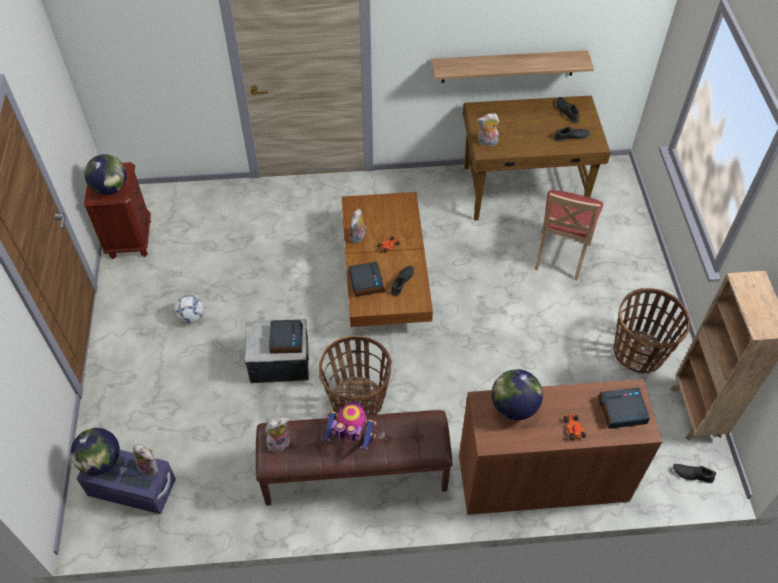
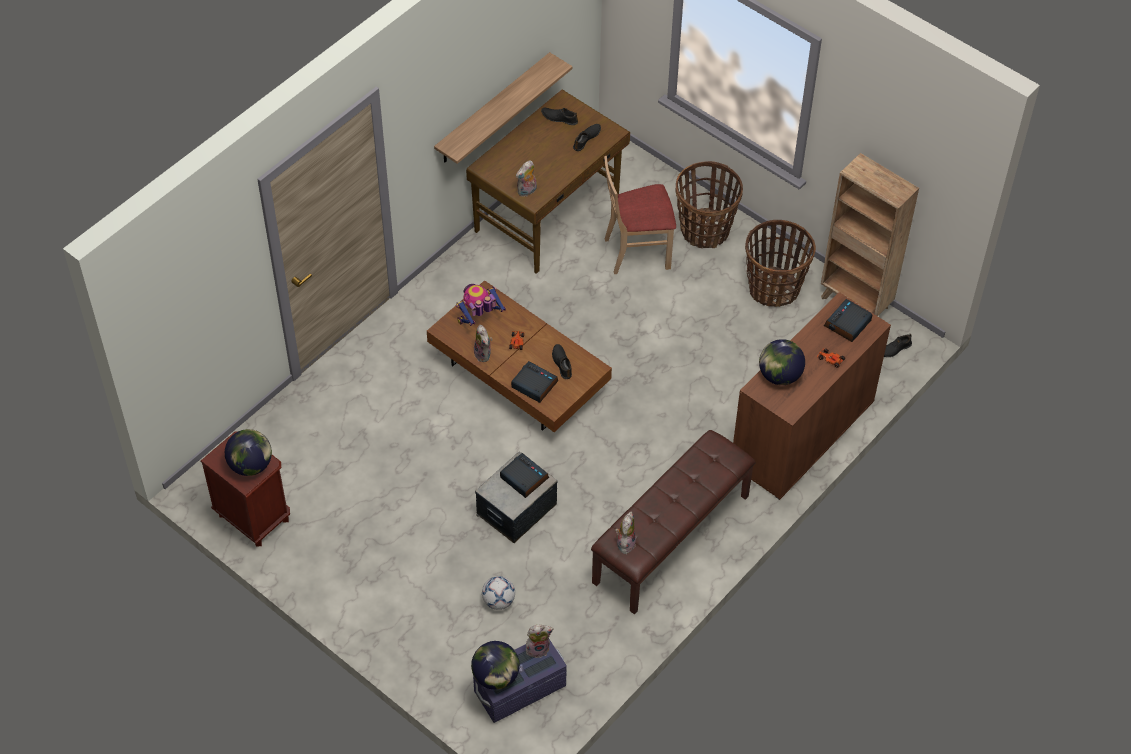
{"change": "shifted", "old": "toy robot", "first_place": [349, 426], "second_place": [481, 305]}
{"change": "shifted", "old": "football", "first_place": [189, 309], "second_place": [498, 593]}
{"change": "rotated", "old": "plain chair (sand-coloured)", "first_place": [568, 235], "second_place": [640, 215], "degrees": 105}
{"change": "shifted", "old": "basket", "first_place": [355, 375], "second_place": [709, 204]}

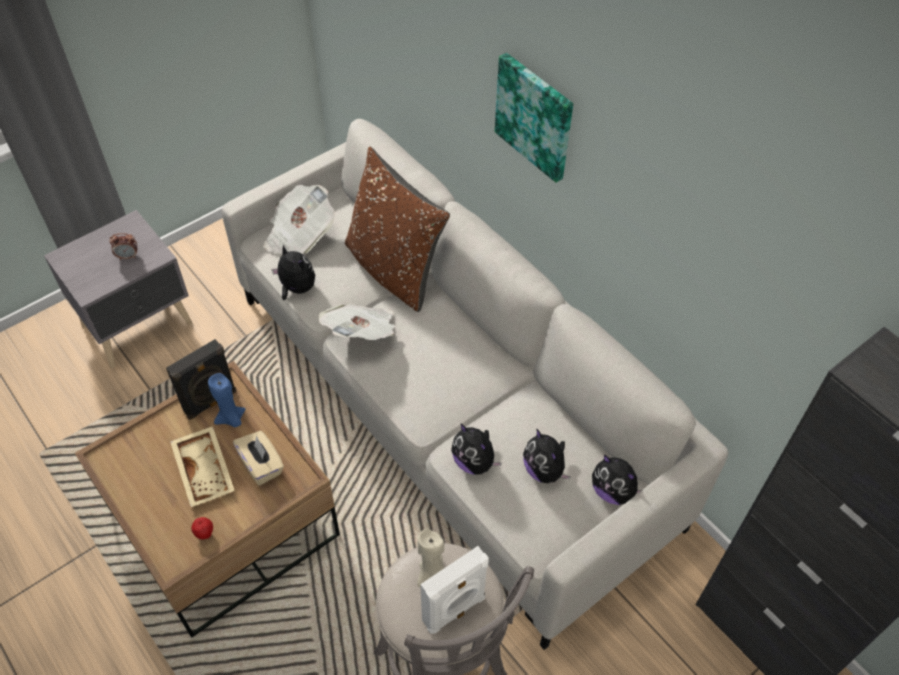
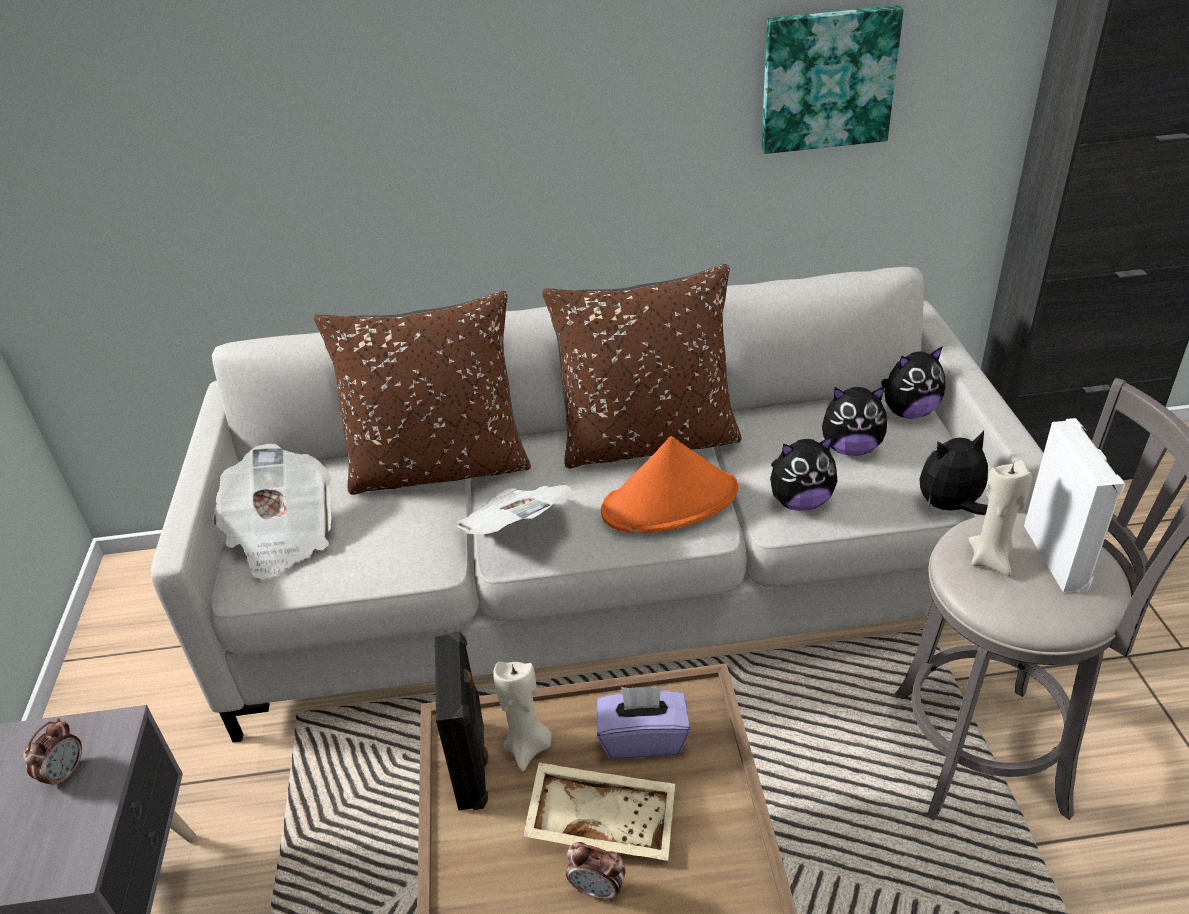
{"change": "repainted", "old": "candle (blue)", "new": "candle (sand-coloured)", "first_place": [227, 400], "second_place": [522, 717]}
{"change": "new", "new": "throw pillow (brown)", "second_place": [641, 366]}
{"change": "new", "new": "table clock", "second_place": [596, 872]}
{"change": "repainted", "old": "box of tissues (sand-coloured)", "new": "box of tissues (purple)", "first_place": [258, 458], "second_place": [643, 722]}
{"change": "new", "new": "wearable hat (orange-coloured)", "second_place": [669, 484]}
{"change": "shifted", "old": "wall picture", "first_place": [534, 118], "second_place": [832, 79]}
{"change": "shifted", "old": "plush toy", "first_place": [293, 272], "second_place": [953, 473]}
{"change": "gone", "old": "apple", "first_place": [202, 528]}

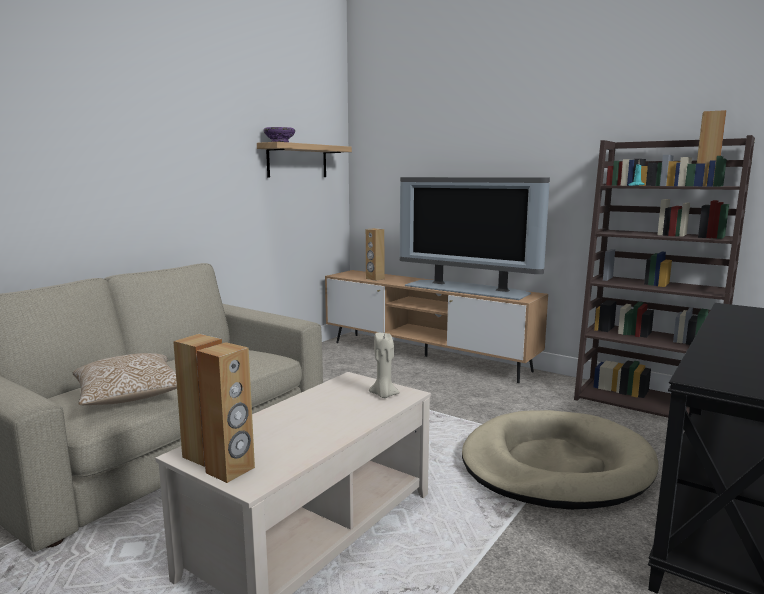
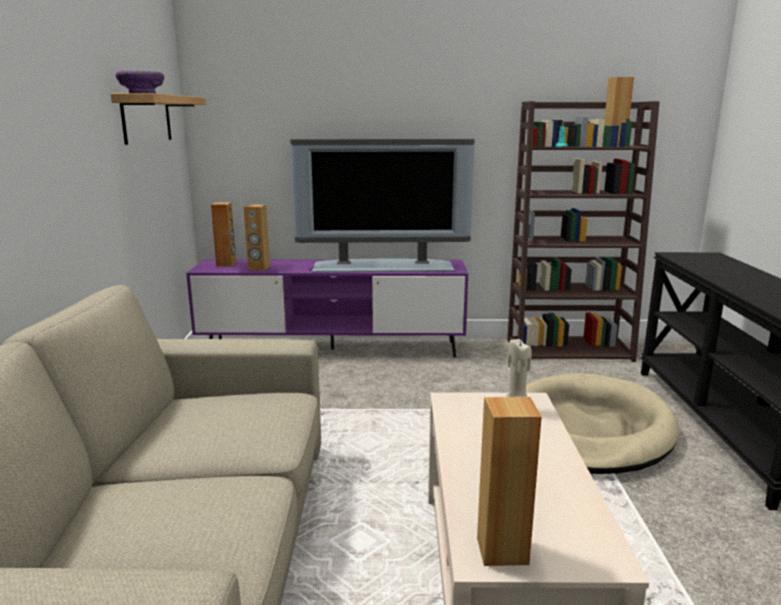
{"change": "repainted", "old": "tv stand (brown)", "new": "tv stand (purple)", "first_place": [436, 326], "second_place": [327, 308]}
{"change": "shifted", "old": "audio speaker (brown)", "first_place": [226, 412], "second_place": [223, 234]}
{"change": "gone", "old": "throw pillow", "first_place": [125, 379]}

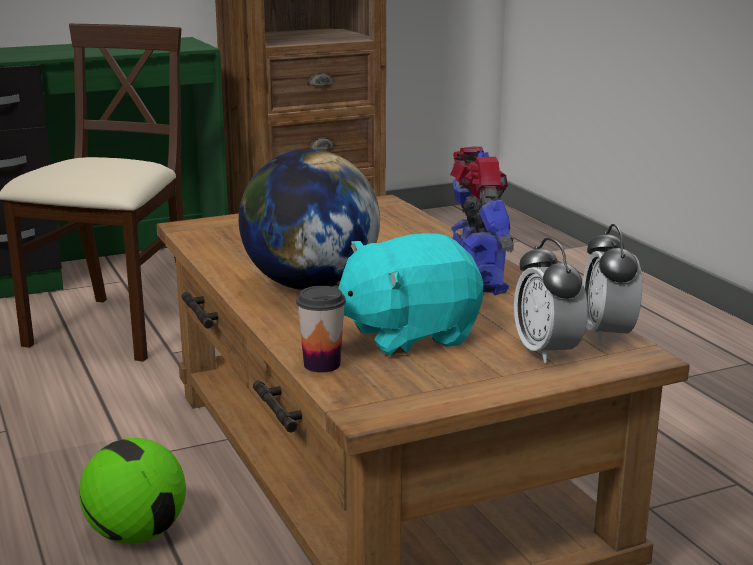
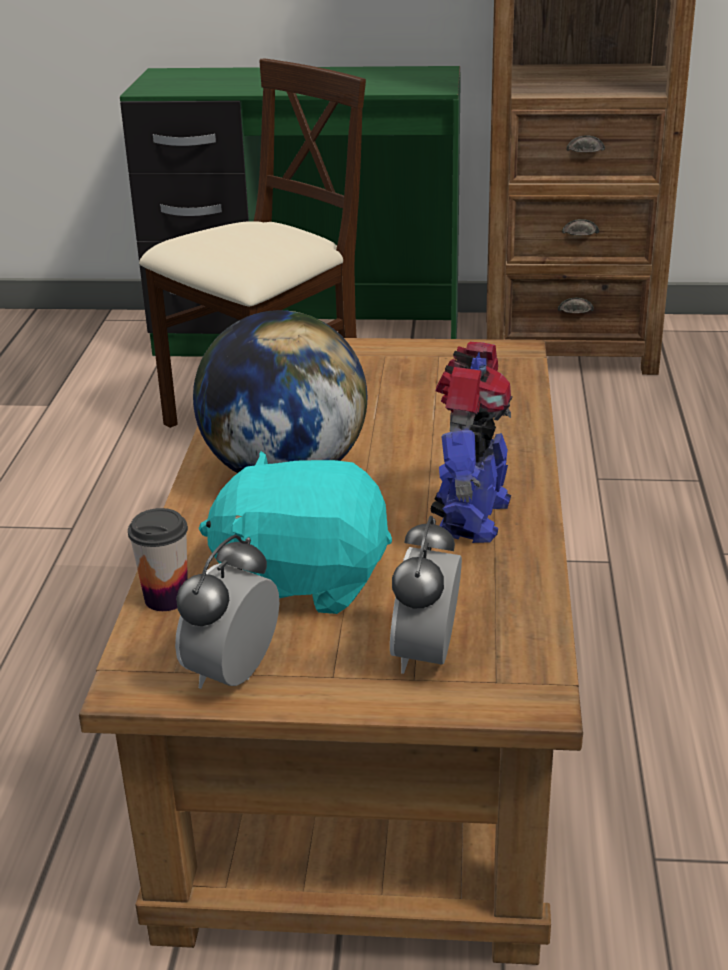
{"change": "shifted", "old": "table clock", "first_place": [612, 284], "second_place": [227, 612]}
{"change": "gone", "old": "football", "first_place": [132, 491]}

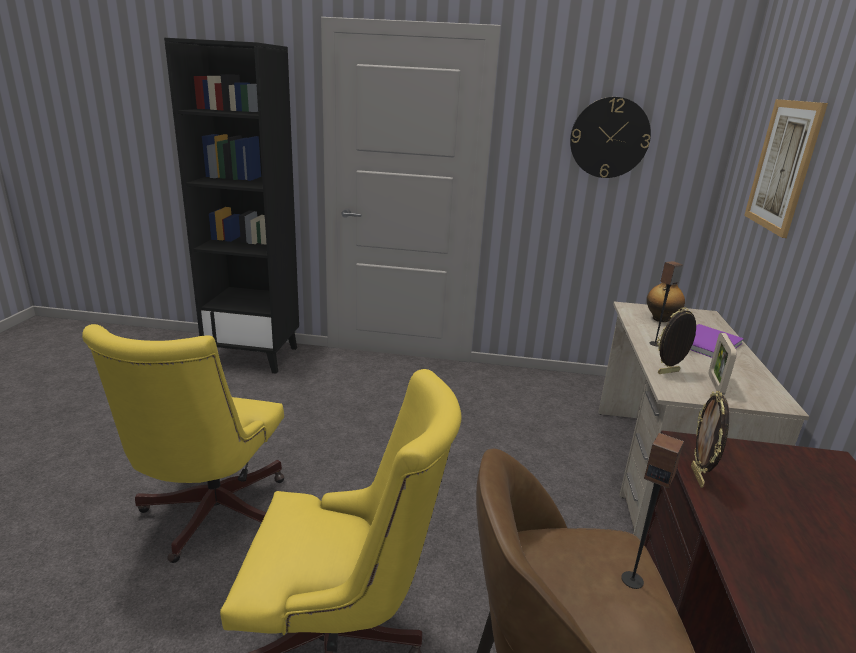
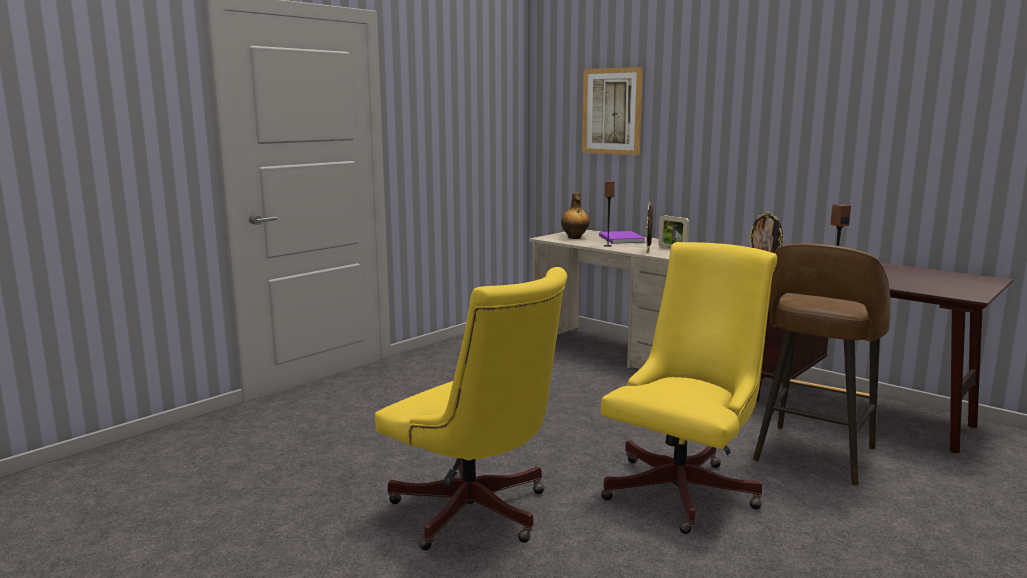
{"change": "gone", "old": "shelving unit (blackish)", "first_place": [231, 206]}
{"change": "gone", "old": "hanging clock", "first_place": [610, 137]}

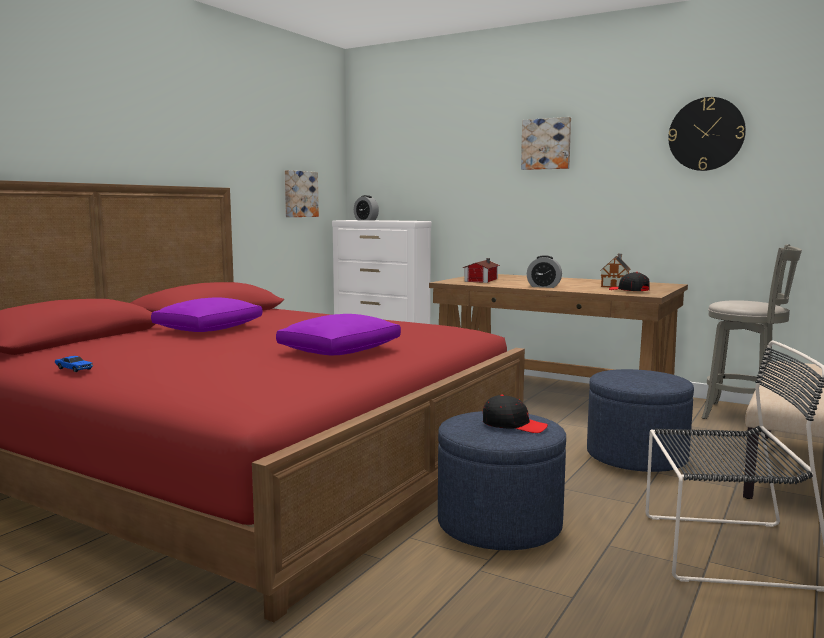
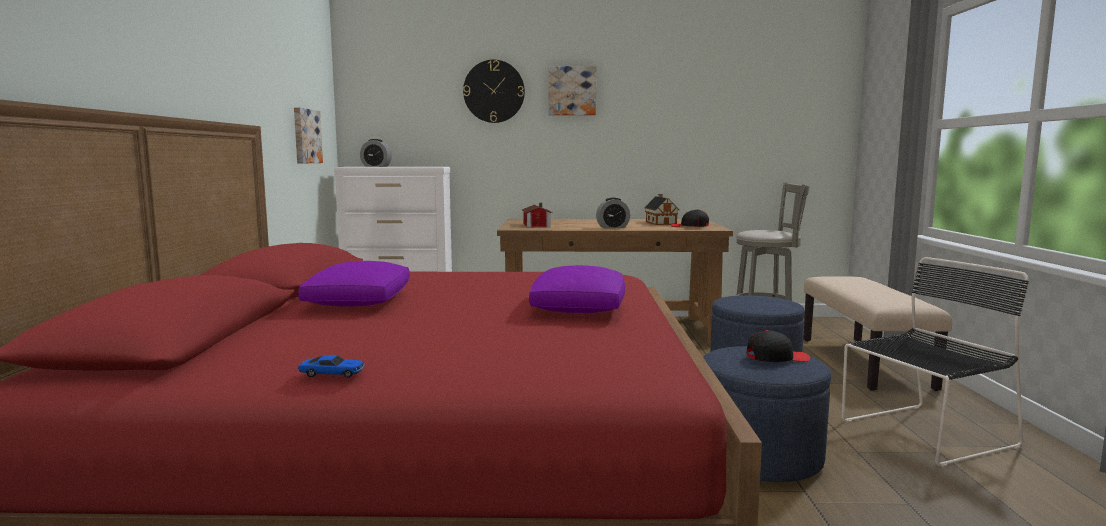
{"change": "shifted", "old": "hanging clock", "first_place": [707, 134], "second_place": [494, 91]}

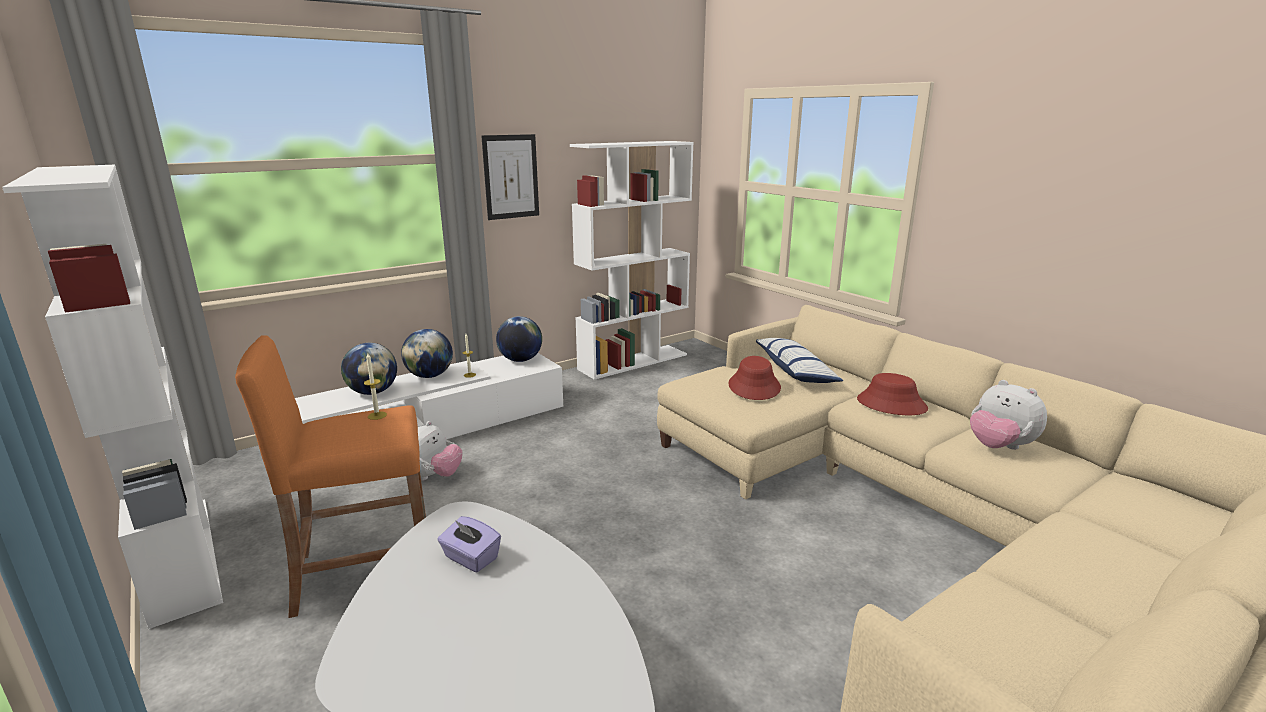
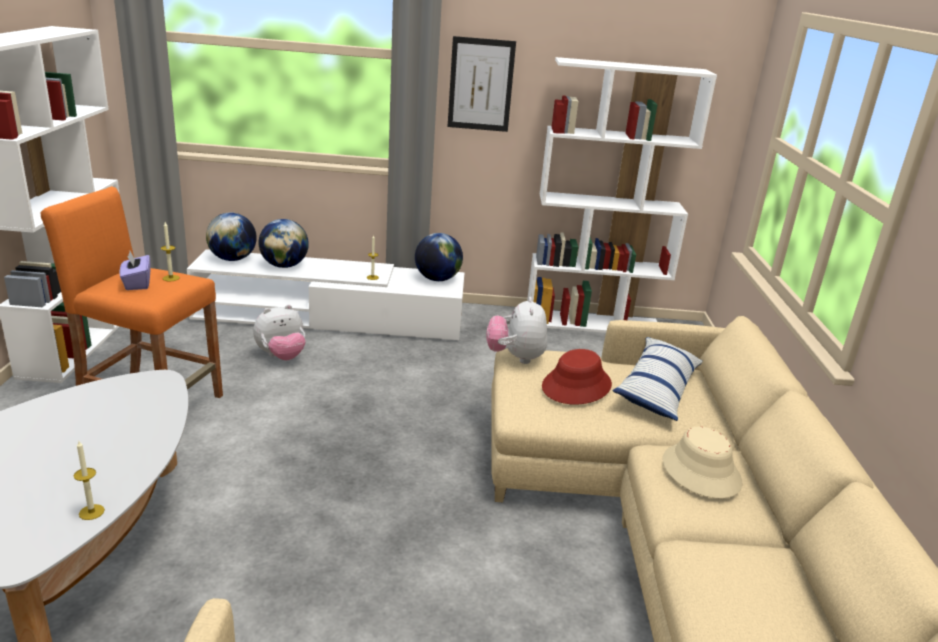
{"change": "new", "new": "candle", "second_place": [89, 480]}
{"change": "shifted", "old": "box of tissues (purple)", "first_place": [469, 544], "second_place": [135, 270]}
{"change": "shifted", "old": "globe", "first_place": [427, 353], "second_place": [231, 236]}
{"change": "shifted", "old": "plush toy", "first_place": [1008, 415], "second_place": [516, 330]}
{"change": "repainted", "old": "wearable hat (reddish)", "new": "wearable hat (sand-coloured)", "first_place": [892, 394], "second_place": [702, 463]}

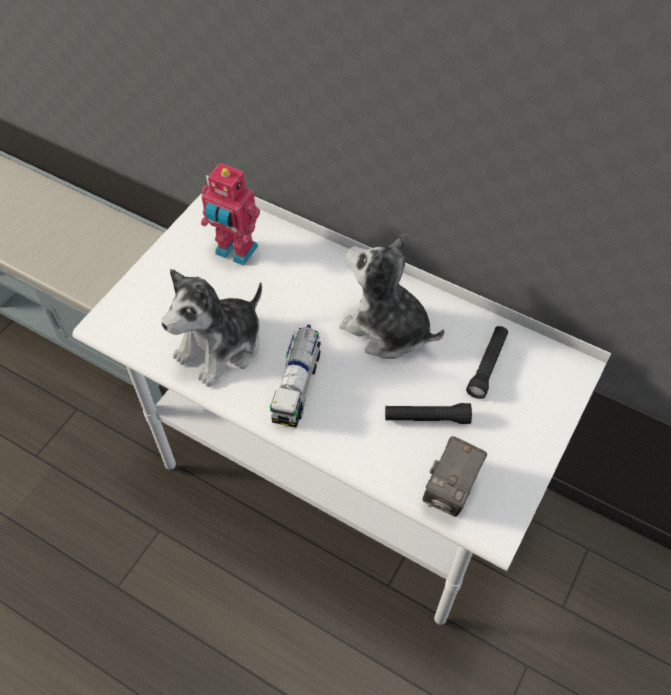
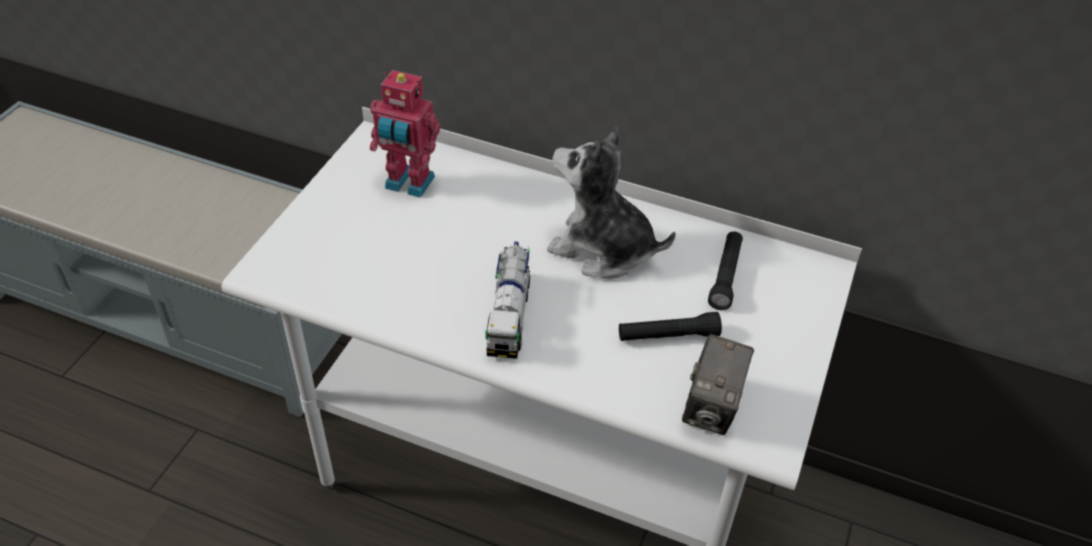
{"change": "gone", "old": "plush toy", "first_place": [211, 328]}

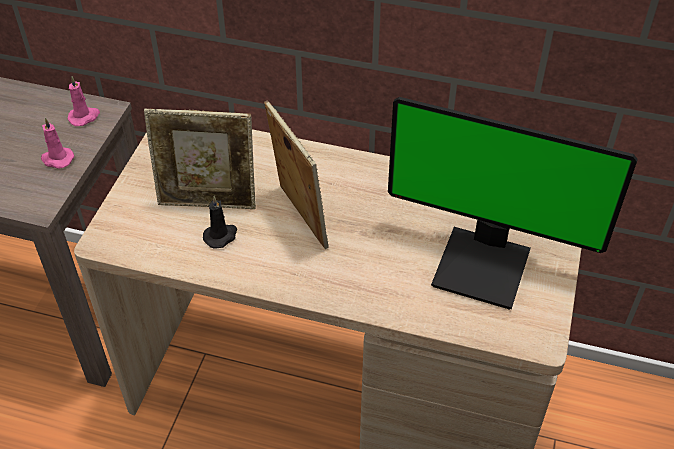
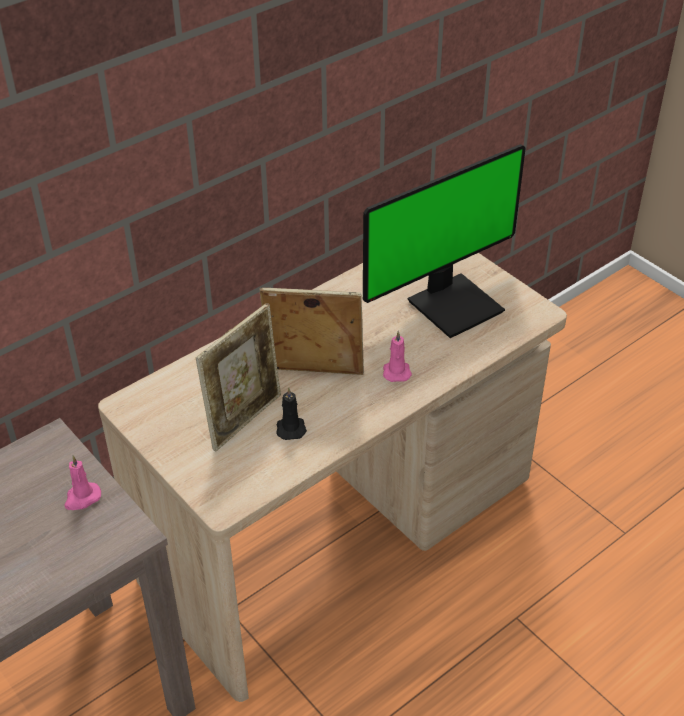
{"change": "shifted", "old": "candle (pink-coloured)", "first_place": [84, 101], "second_place": [397, 356]}

